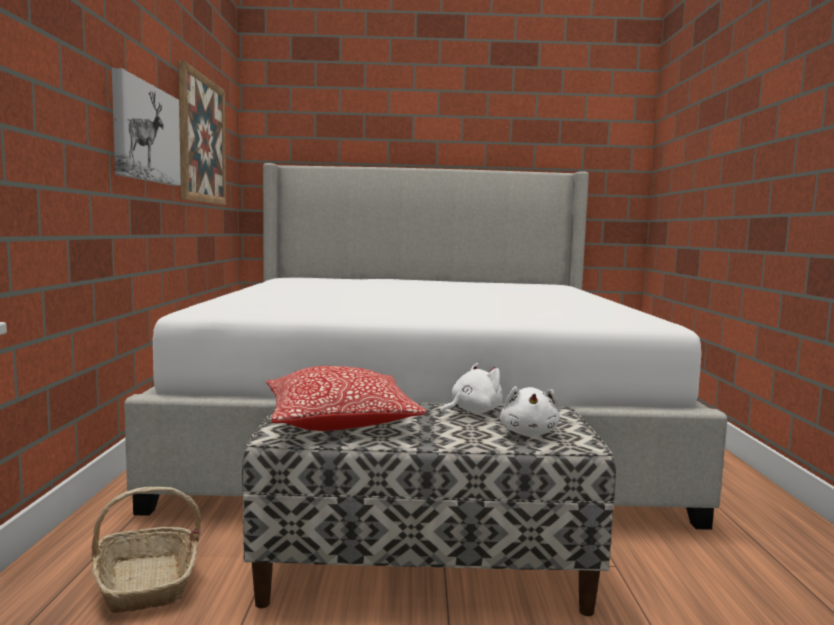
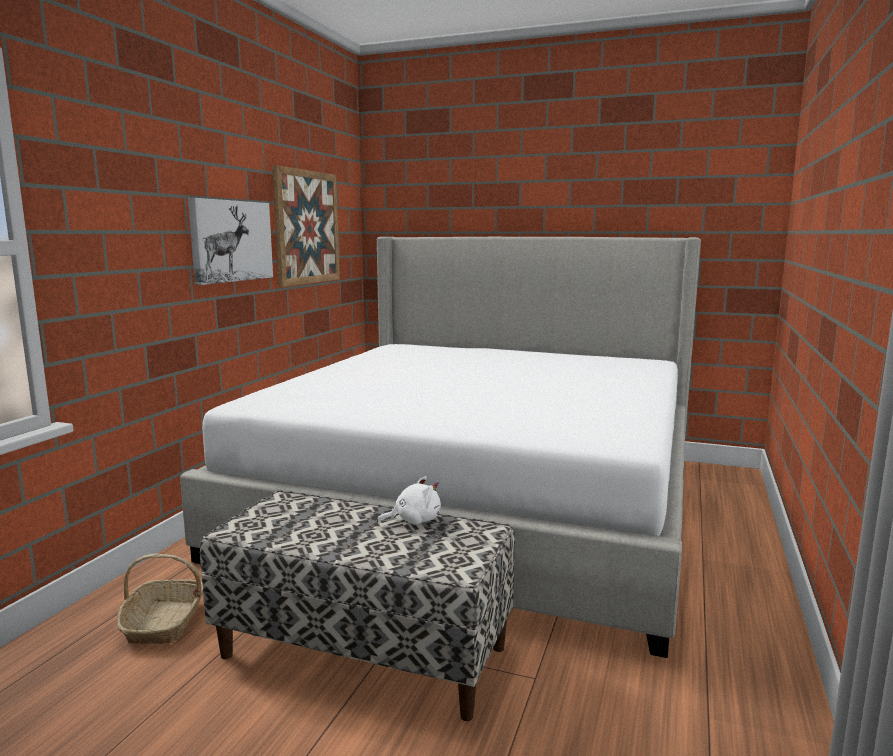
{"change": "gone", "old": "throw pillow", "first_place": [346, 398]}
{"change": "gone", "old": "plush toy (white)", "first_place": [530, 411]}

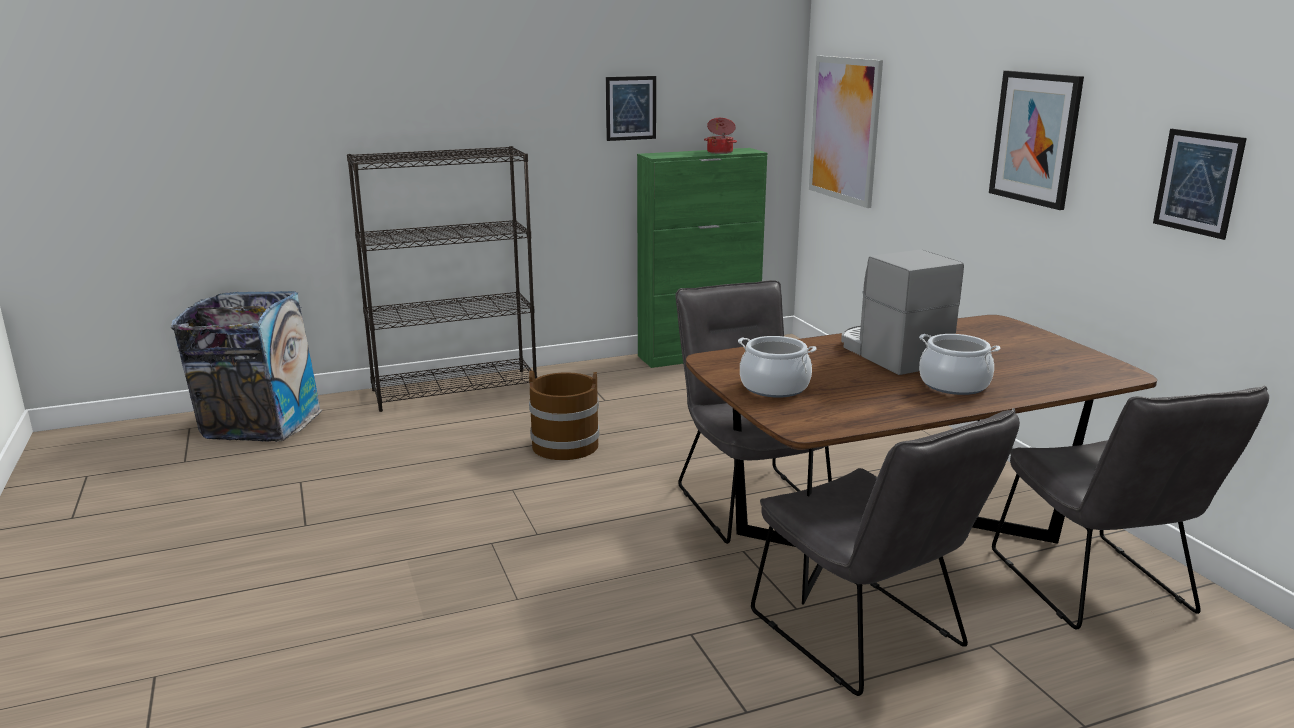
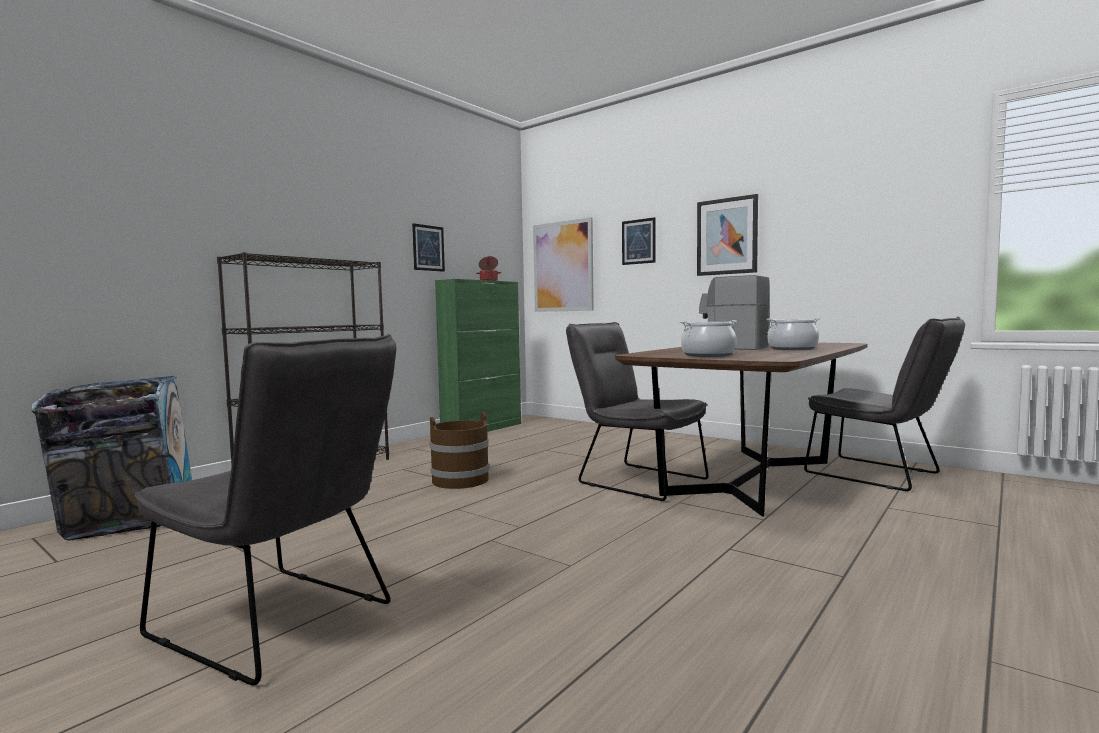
{"change": "shifted", "old": "plain chair (greyish)", "first_place": [885, 552], "second_place": [266, 509]}
{"change": "shifted", "old": "wall picture", "first_place": [1200, 184], "second_place": [639, 241]}

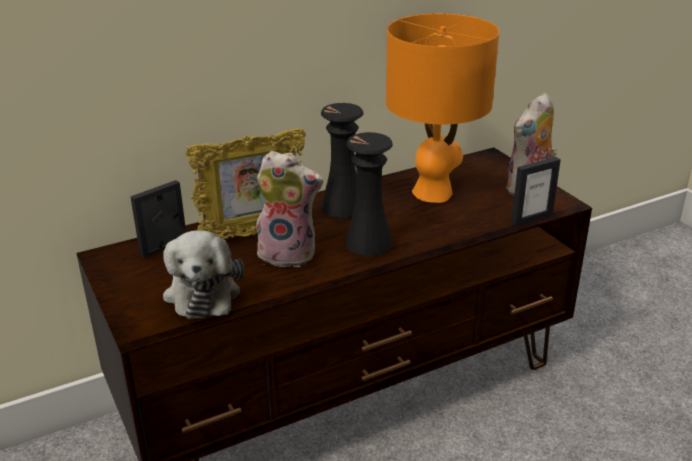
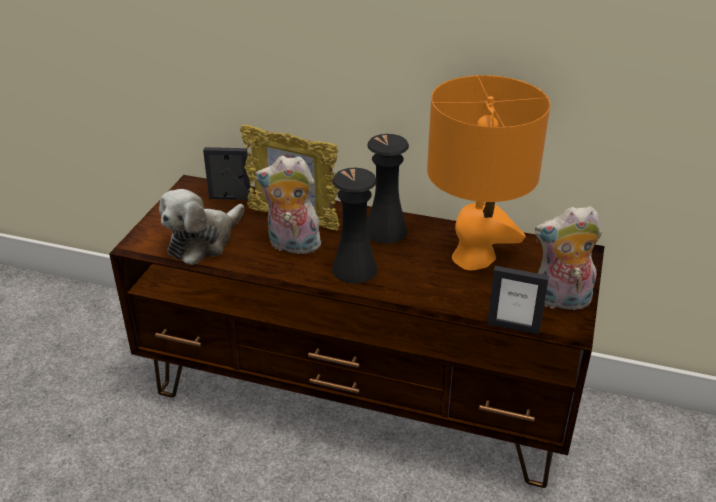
{"change": "rotated", "old": "plush toy", "first_place": [287, 209], "second_place": [288, 205], "degrees": 135}

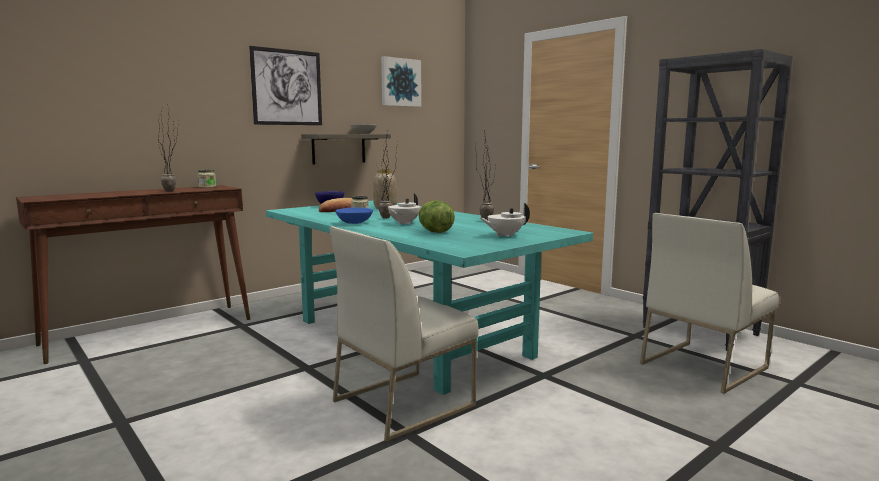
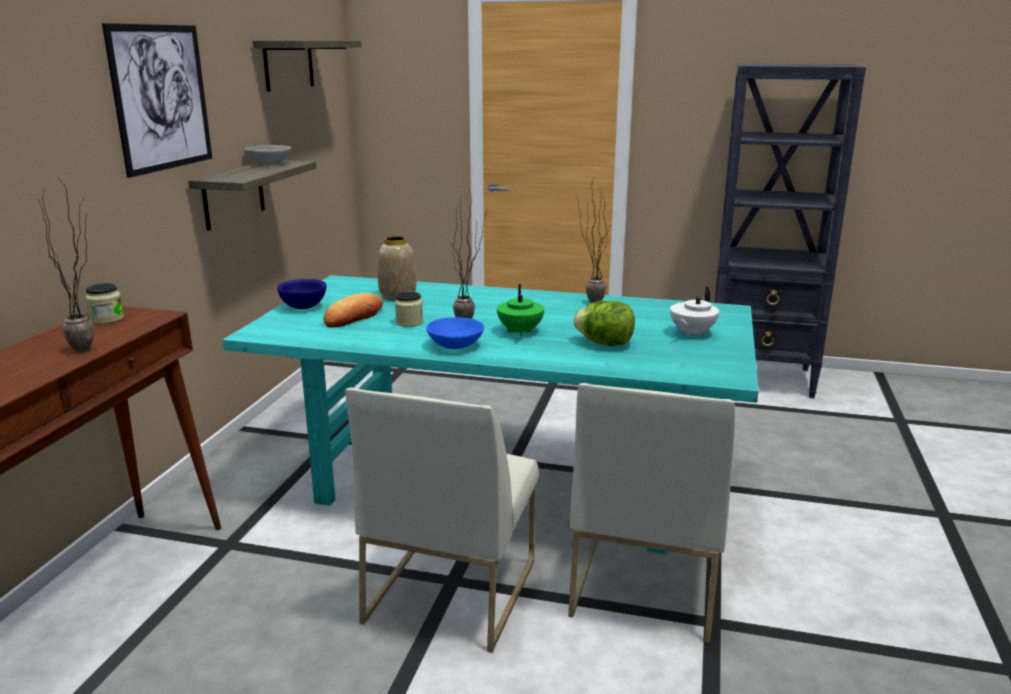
{"change": "swapped", "old": "wall picture", "new": "wall shelf", "first_place": [401, 81], "second_place": [307, 66]}
{"change": "shifted", "old": "plain chair (white)", "first_place": [709, 303], "second_place": [442, 520]}
{"change": "repainted", "old": "teapot (white)", "new": "teapot (green-coloured)", "first_place": [404, 209], "second_place": [521, 310]}

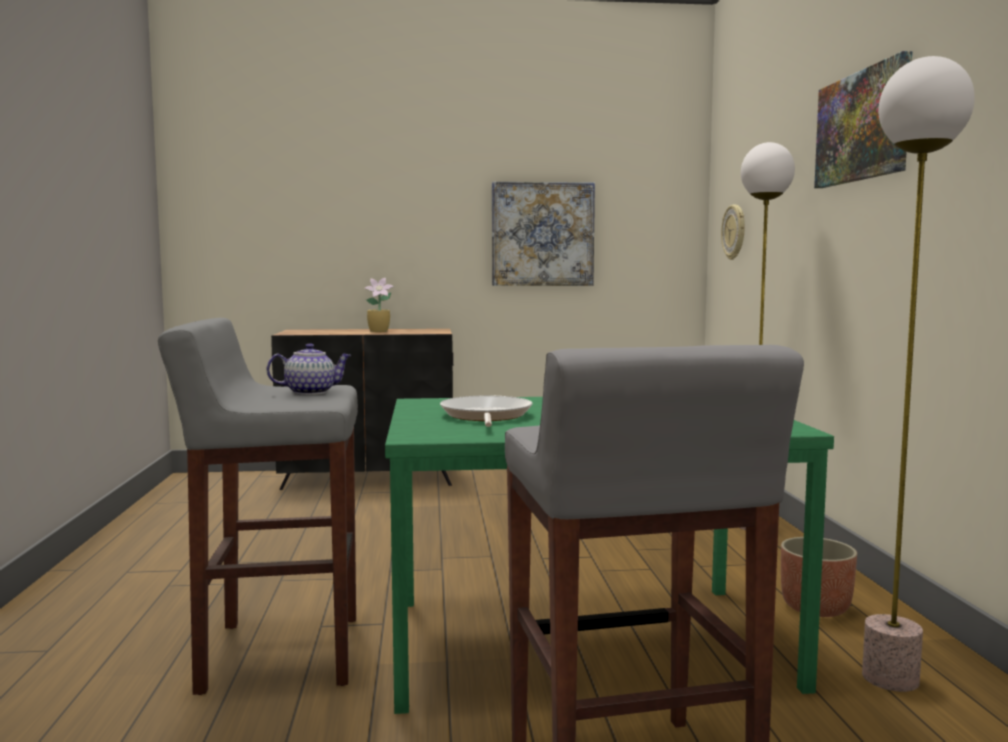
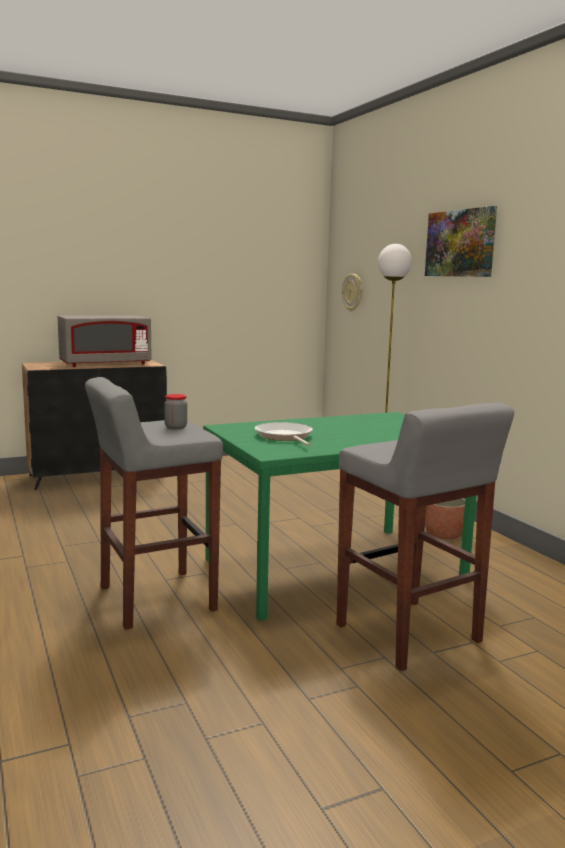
{"change": "swapped", "old": "houseplant", "new": "kitchen microwave (greyish)", "first_place": [379, 305], "second_place": [105, 341]}
{"change": "swapped", "old": "teapot", "new": "storage jar", "first_place": [309, 369], "second_place": [175, 411]}
{"change": "gone", "old": "wall picture", "first_place": [543, 234]}
{"change": "gone", "old": "standing lamp", "first_place": [918, 374]}

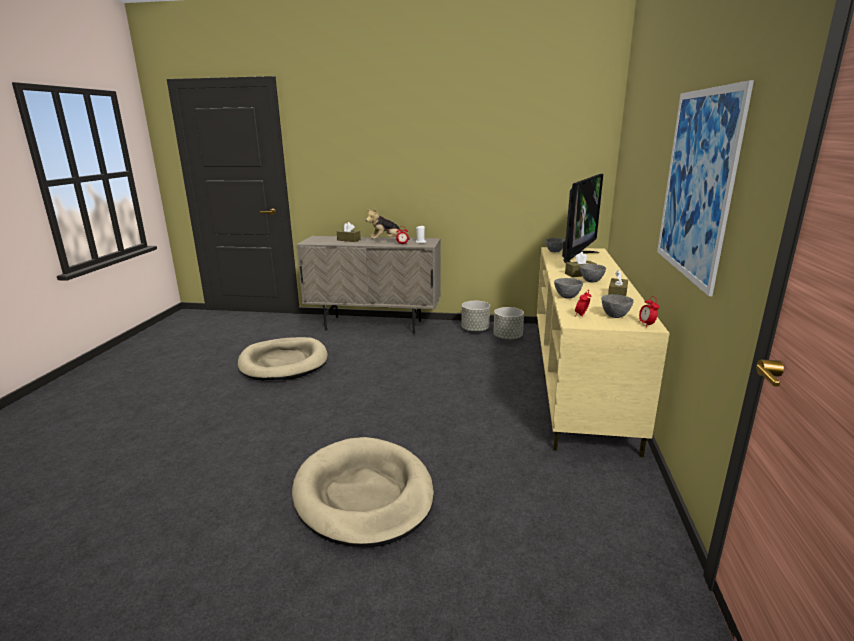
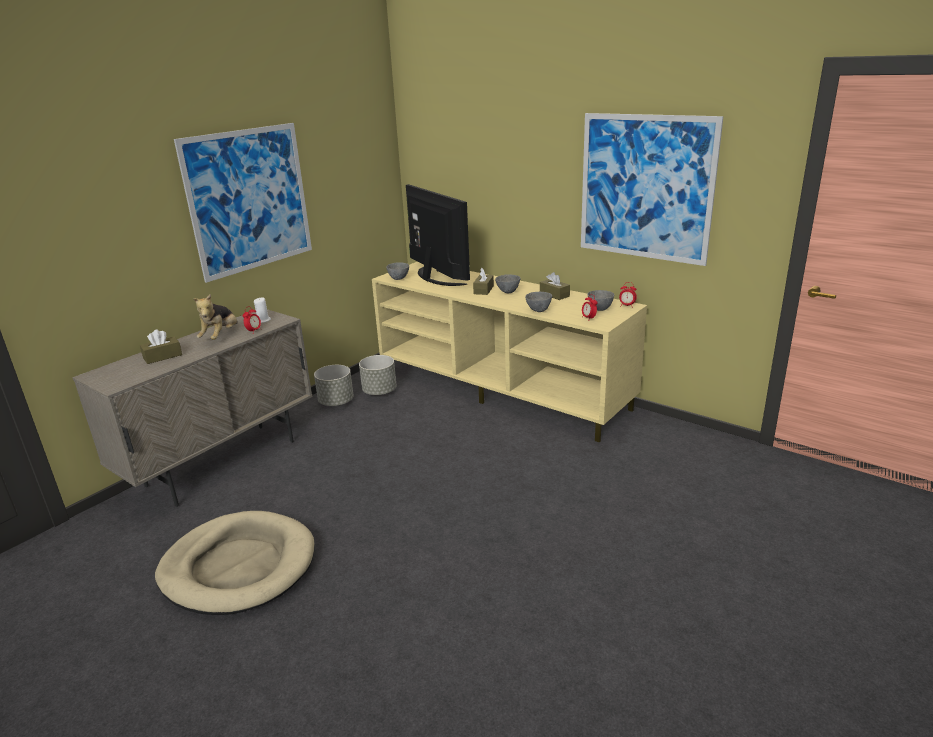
{"change": "new", "new": "wall picture", "second_place": [243, 203]}
{"change": "gone", "old": "dog bed (sand-coloured)", "first_place": [363, 492]}

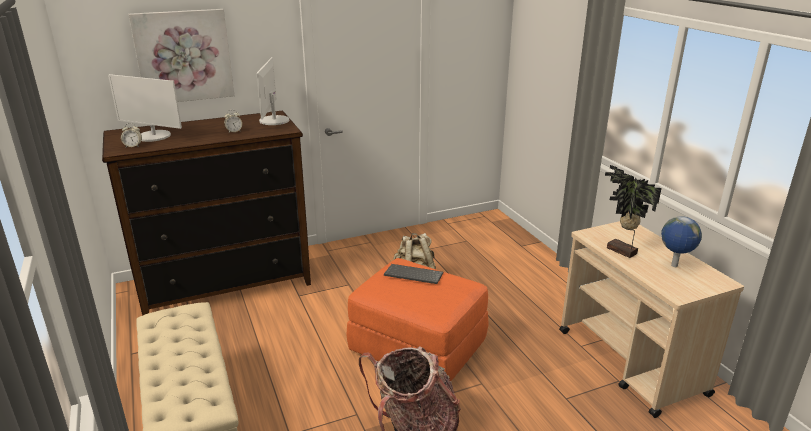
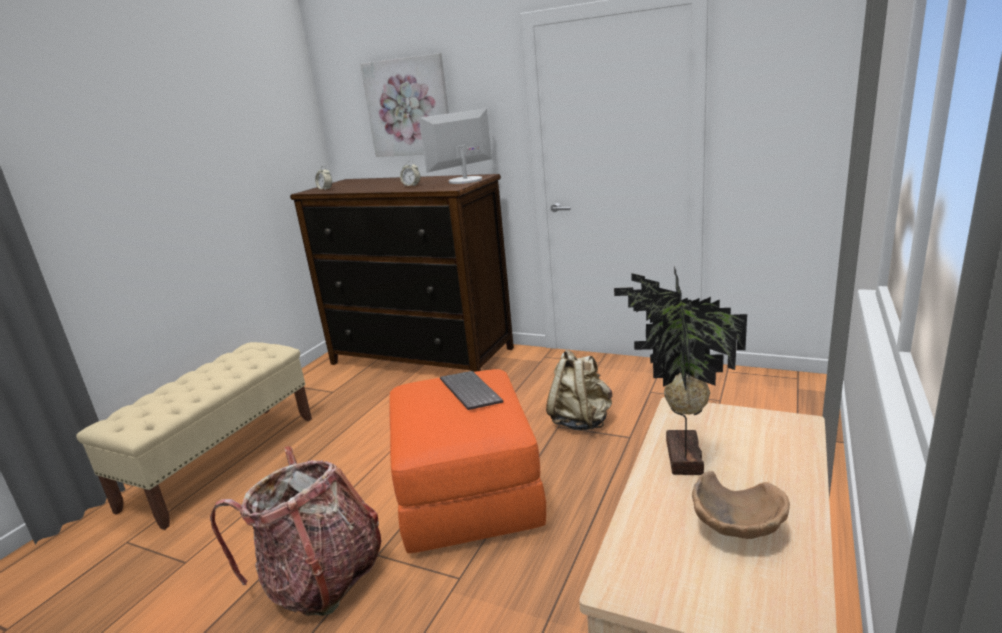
{"change": "swapped", "old": "globe", "new": "serving bowl (brown)", "first_place": [681, 241], "second_place": [741, 505]}
{"change": "gone", "old": "monitor", "first_place": [145, 108]}

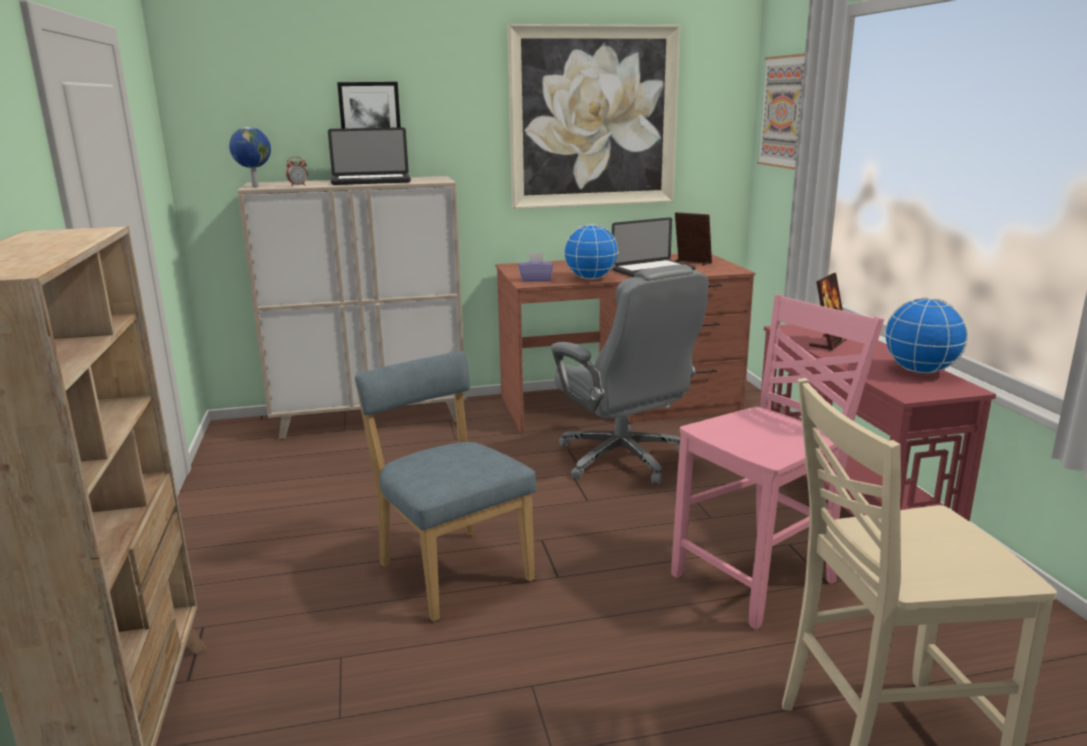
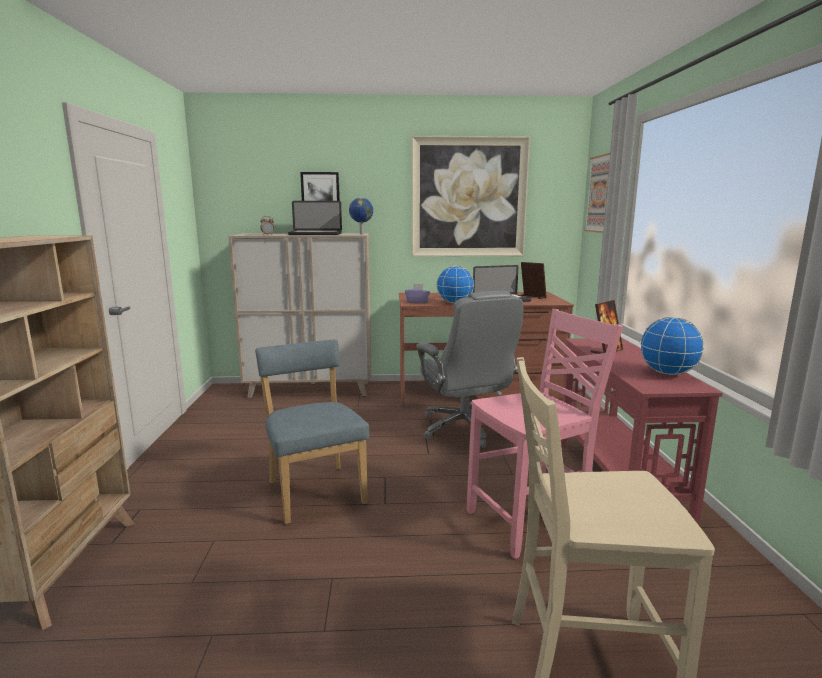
{"change": "shifted", "old": "globe", "first_place": [250, 157], "second_place": [361, 216]}

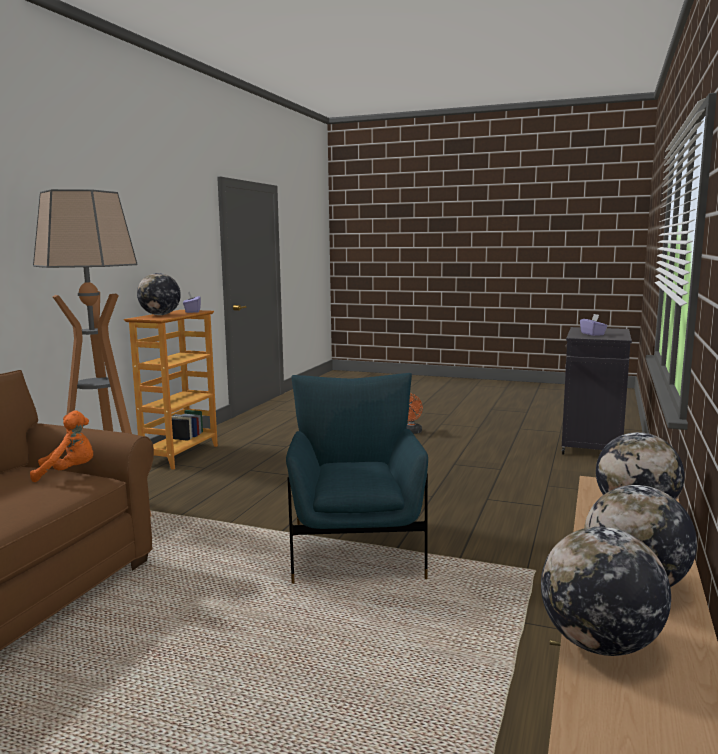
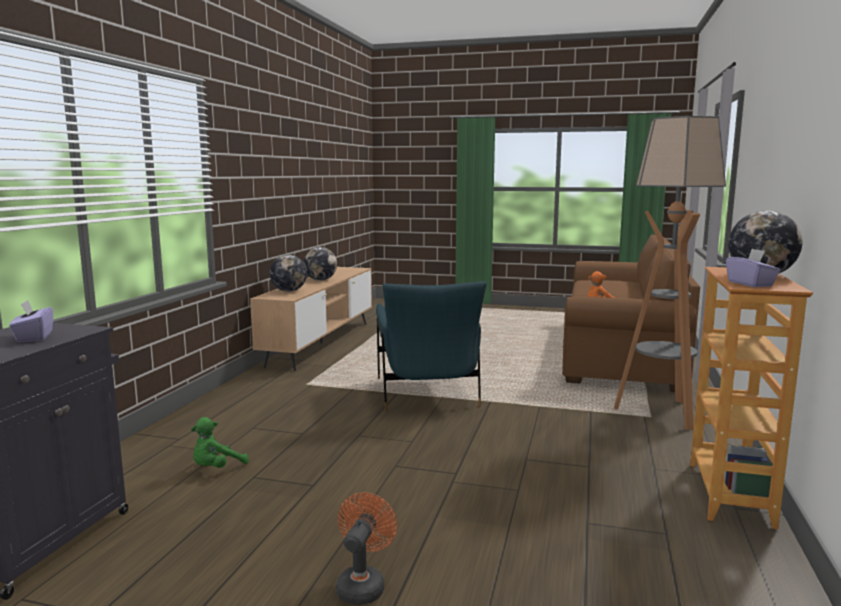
{"change": "new", "new": "plush toy (green-coloured)", "second_place": [220, 442]}
{"change": "gone", "old": "globe", "first_place": [606, 591]}

